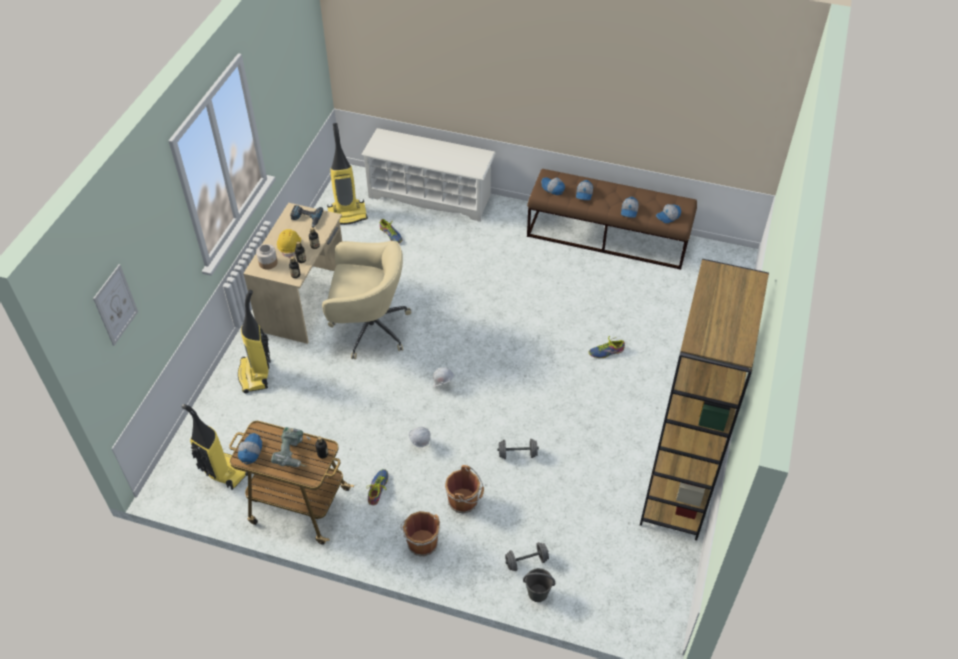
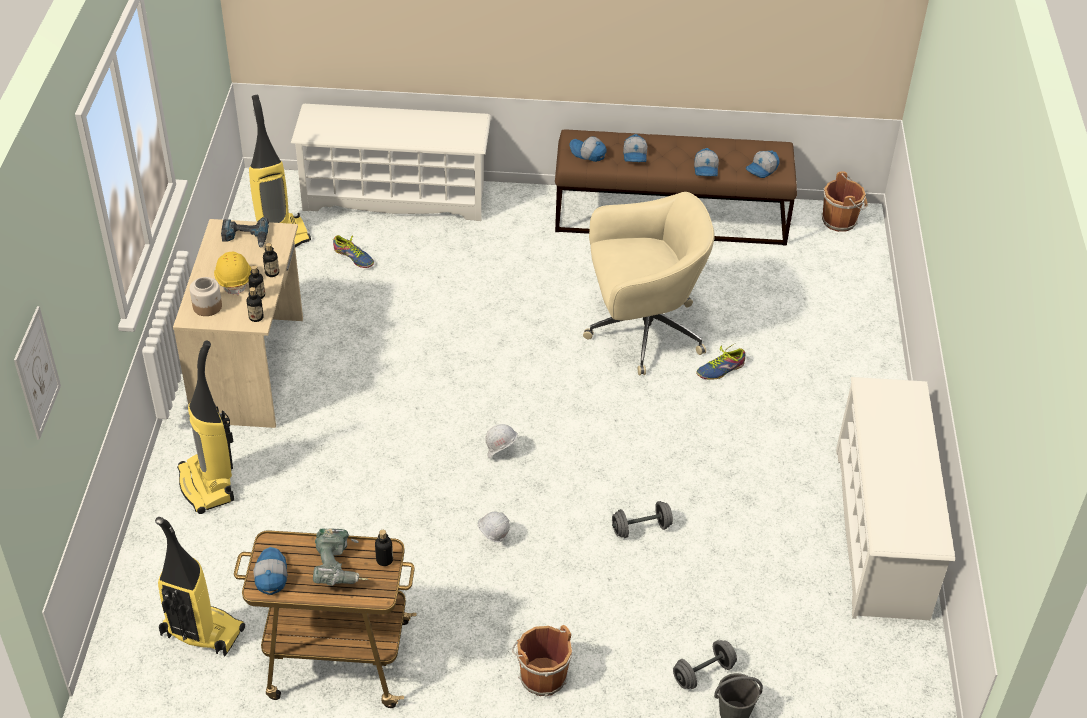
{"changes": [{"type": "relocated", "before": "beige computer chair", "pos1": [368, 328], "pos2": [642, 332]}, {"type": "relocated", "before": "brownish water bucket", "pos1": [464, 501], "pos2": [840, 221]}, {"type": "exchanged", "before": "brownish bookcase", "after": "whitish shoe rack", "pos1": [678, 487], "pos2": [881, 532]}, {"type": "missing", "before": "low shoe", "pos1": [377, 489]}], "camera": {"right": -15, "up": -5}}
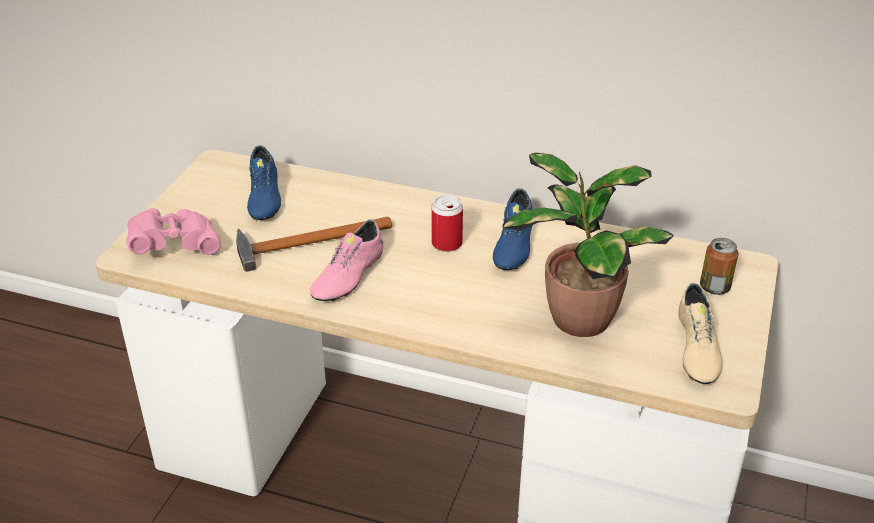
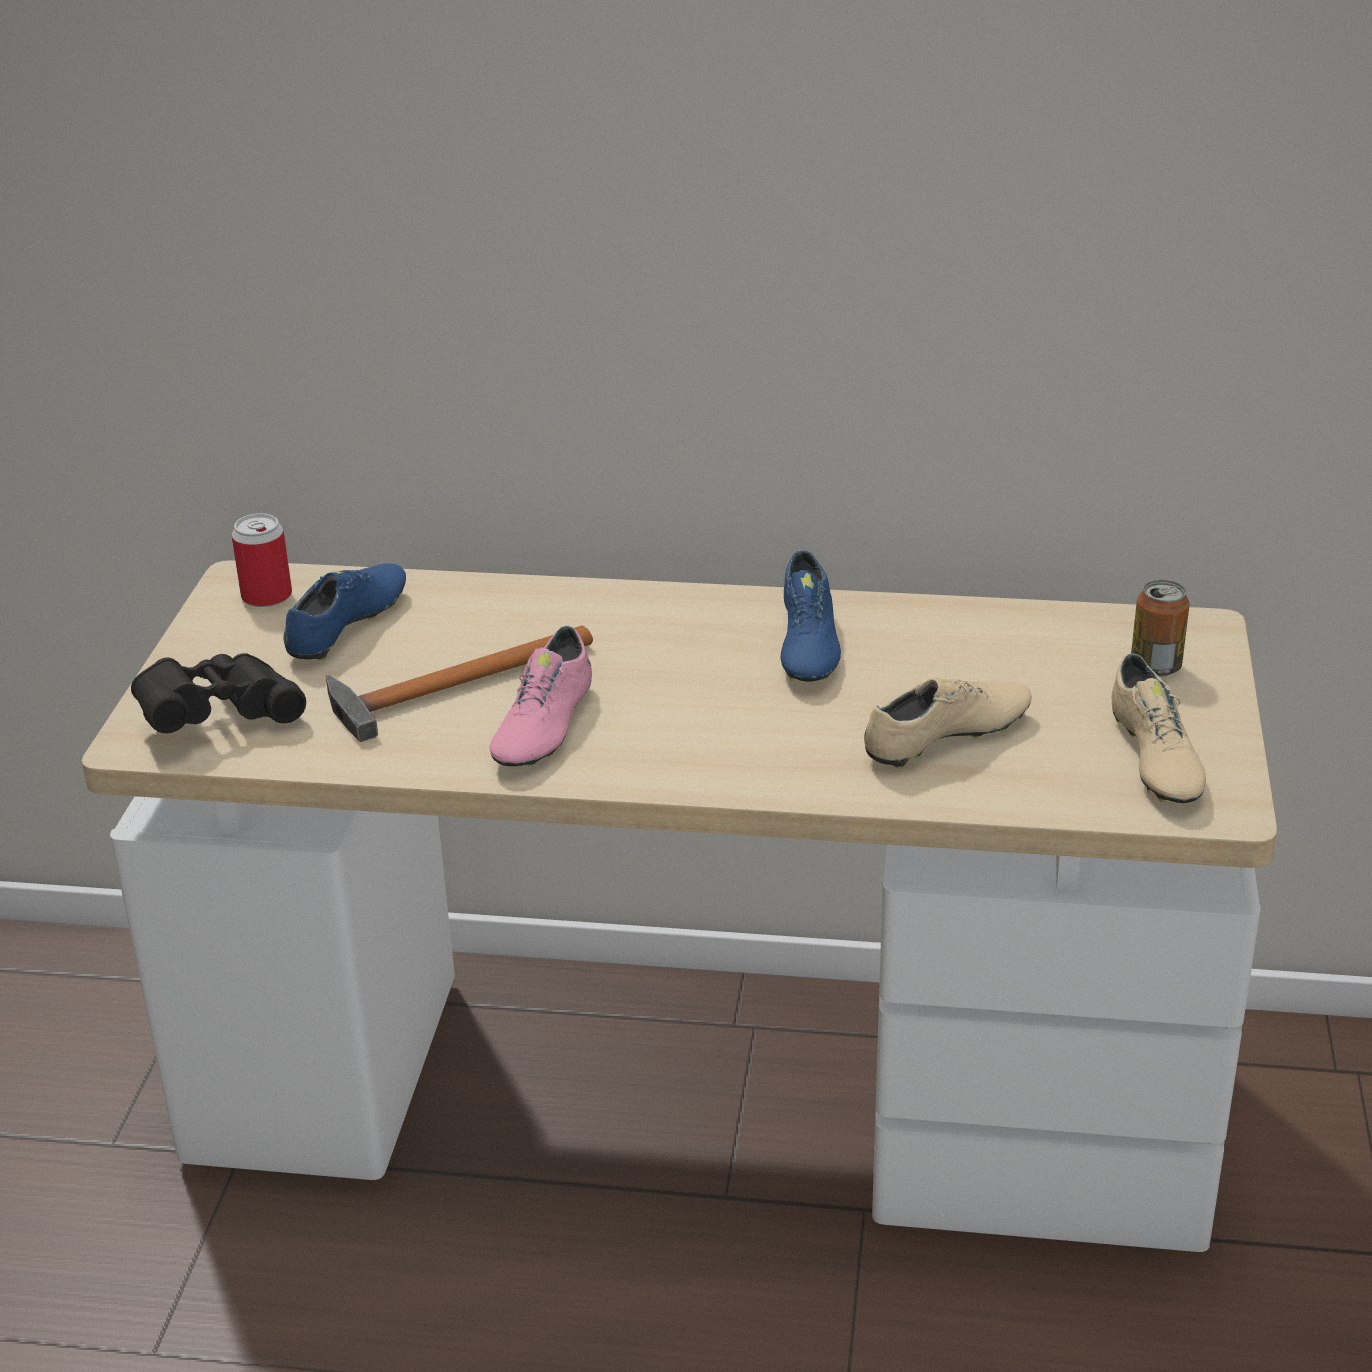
{"changes": [{"type": "colour", "before": "pink-coloured pair of binoculars", "after": "black pair of binoculars", "pos1": [175, 245], "pos2": [217, 718]}, {"type": "relocated", "before": "metal can", "pos1": [446, 243], "pos2": [267, 596]}, {"type": "spun", "before": "blue-coloured low shoe", "pos1": [263, 198], "pos2": [348, 626], "turn": -135}, {"type": "exchanged", "before": "houseplant", "after": "beige low shoe", "pos1": [576, 318], "pos2": [947, 739]}], "camera": {"right": -10, "up": -5}}
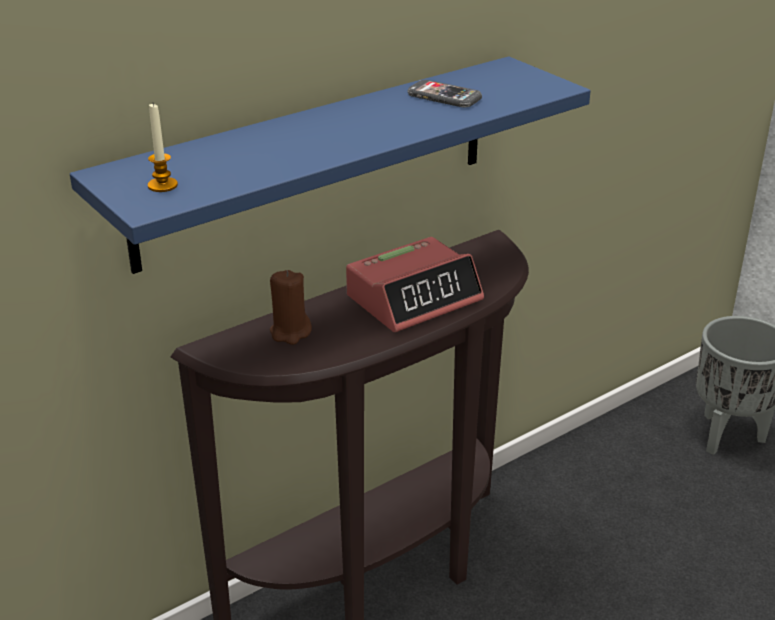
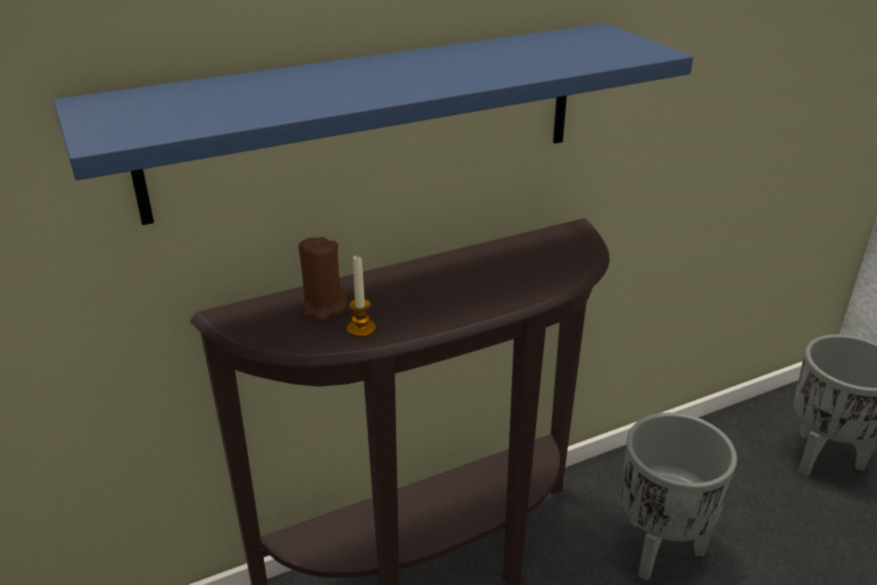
{"changes": [{"type": "relocated", "before": "candle", "pos1": [162, 185], "pos2": [361, 329]}, {"type": "appeared", "after": "greyish planter", "pos2": [659, 548]}, {"type": "missing", "before": "table clock", "pos1": [414, 298]}, {"type": "missing", "before": "phone", "pos1": [444, 96]}], "camera": {"right": 10, "up": 0}}
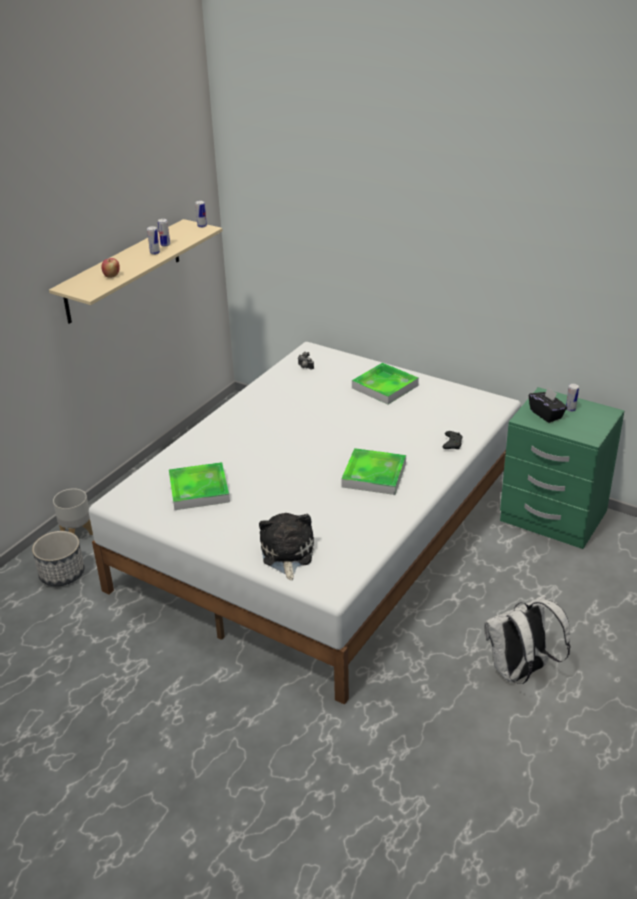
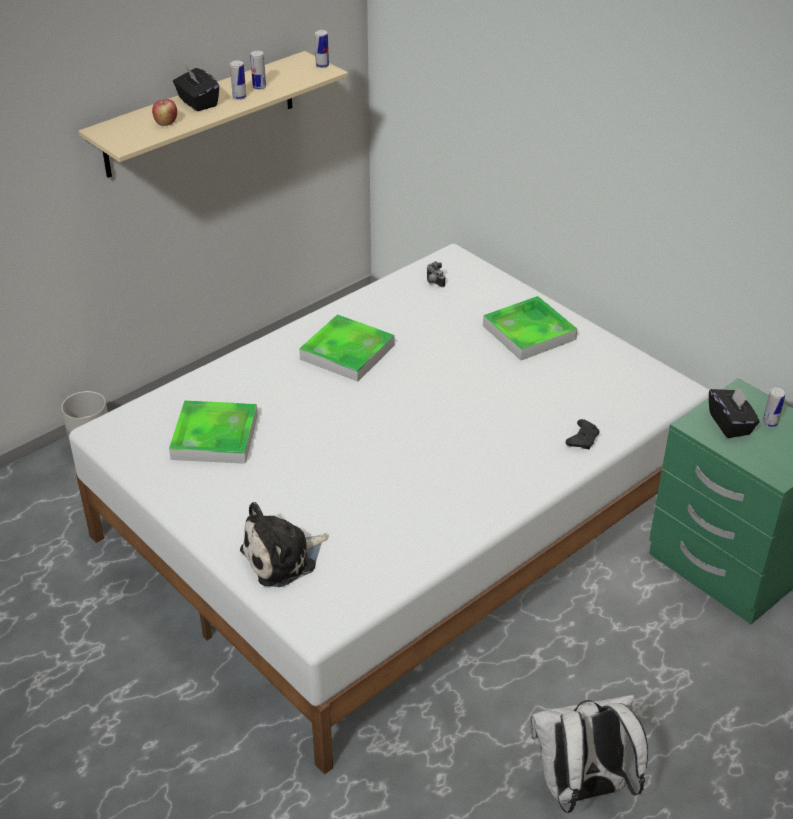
{"changes": [{"type": "appeared", "after": "black tissue box", "pos2": [197, 102]}, {"type": "spun", "before": "plush toy", "pos1": [286, 554], "pos2": [283, 558], "turn": -135}, {"type": "relocated", "before": "carrying tray", "pos1": [374, 475], "pos2": [347, 352]}, {"type": "missing", "before": "planter", "pos1": [62, 573]}], "camera": {"right": 15, "up": 5}}
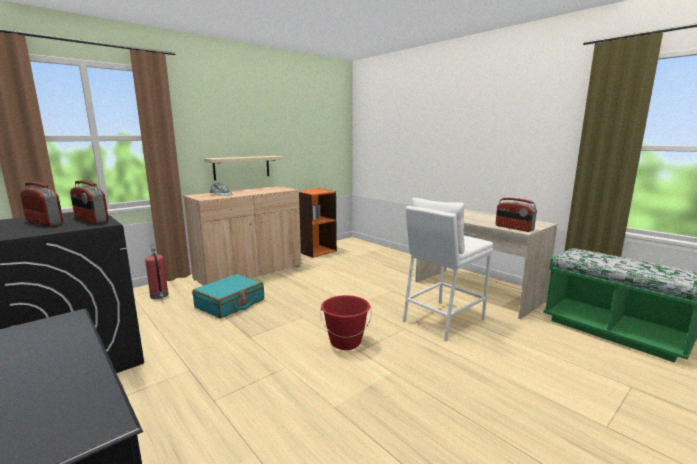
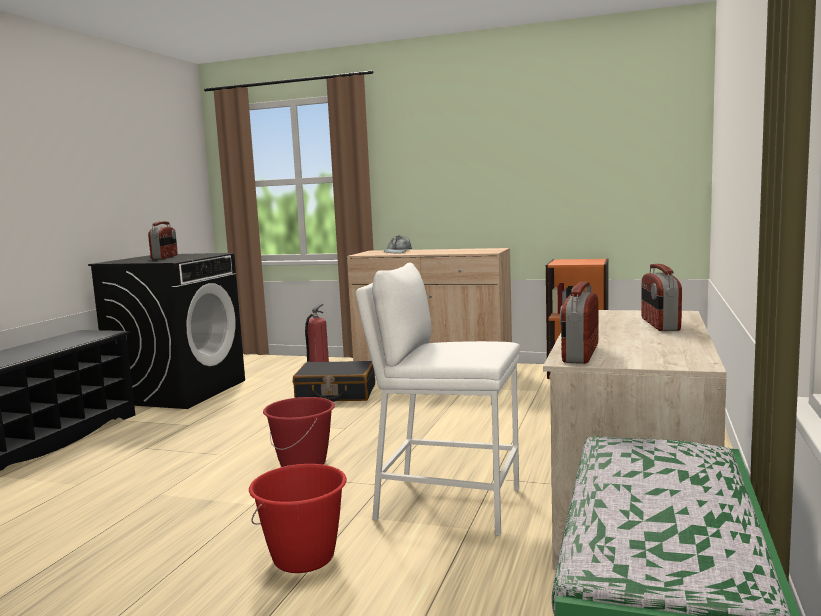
{"changes": [{"type": "appeared", "after": "red-coloured water bucket", "pos2": [304, 558]}, {"type": "colour", "before": "turquoise suitcase", "after": "black suitcase", "pos1": [230, 304], "pos2": [336, 393]}, {"type": "relocated", "before": "radio", "pos1": [91, 220], "pos2": [659, 324]}, {"type": "missing", "before": "beige shelf", "pos1": [242, 167]}], "camera": {"right": 60, "up": -5}}
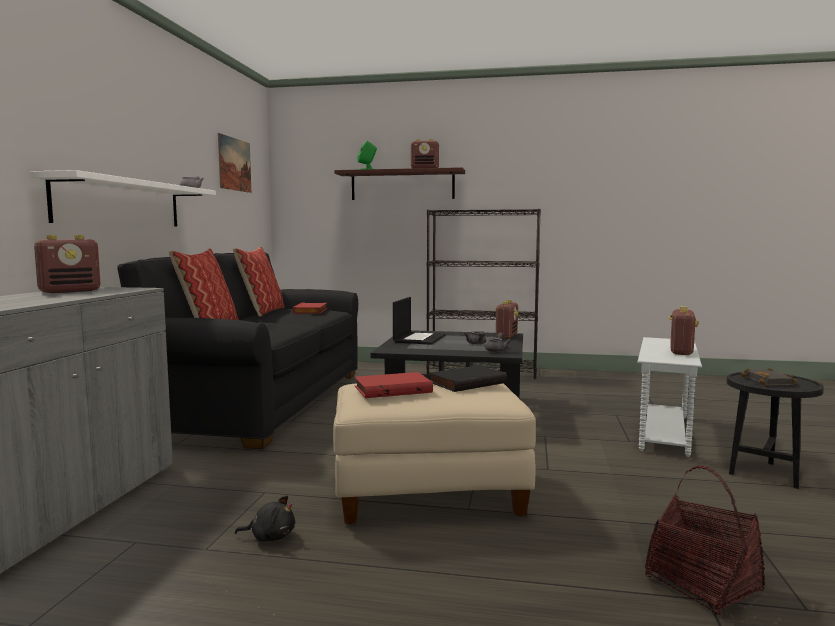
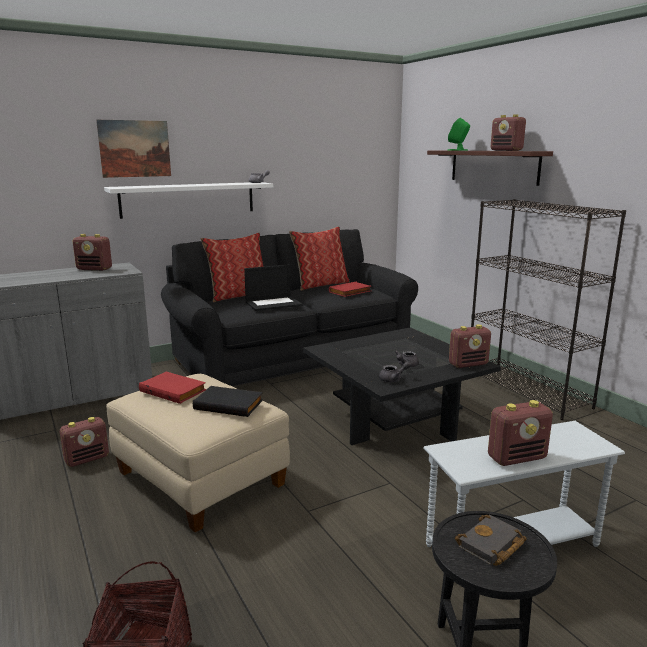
{"changes": [{"type": "exchanged", "before": "black plush toy", "after": "radio", "pos1": [270, 537], "pos2": [87, 459]}, {"type": "relocated", "before": "picture", "pos1": [234, 164], "pos2": [135, 148]}, {"type": "relocated", "before": "notebook computer", "pos1": [419, 338], "pos2": [273, 303]}], "camera": {"right": 50, "up": 10}}
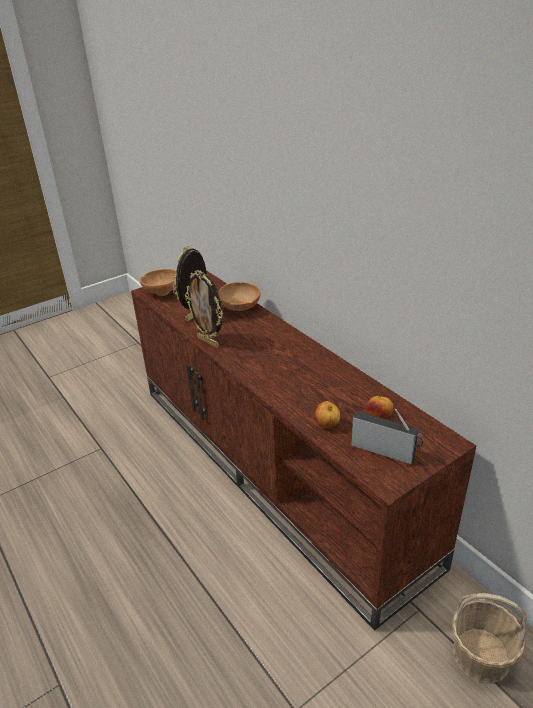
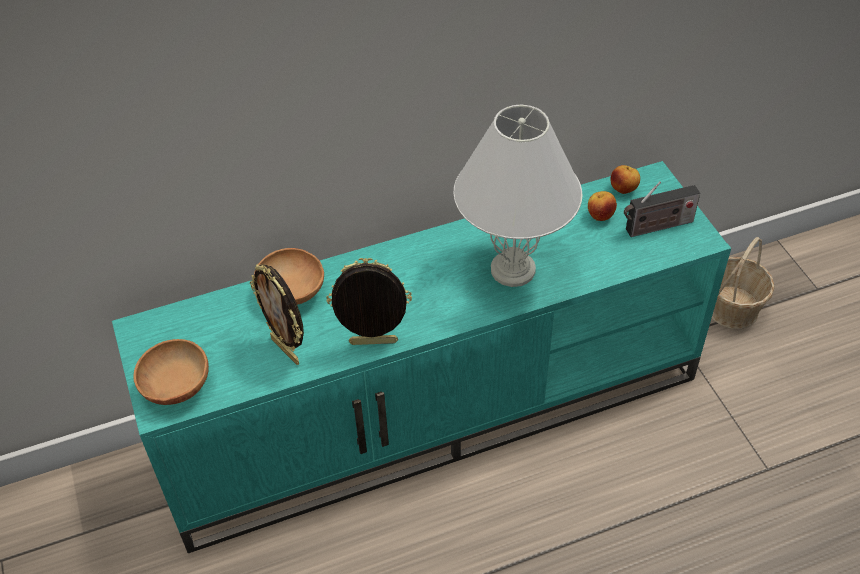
{"changes": [{"type": "colour", "before": "brownish tv unit", "after": "turquoise tv unit", "pos1": [276, 467], "pos2": [434, 409]}, {"type": "spun", "before": "standing frame", "pos1": [209, 342], "pos2": [373, 344], "turn": -150}, {"type": "appeared", "after": "whitish lamp for a table", "pos2": [511, 270]}, {"type": "relocated", "before": "apple fruit", "pos1": [327, 425], "pos2": [624, 189]}, {"type": "spun", "before": "radio", "pos1": [386, 451], "pos2": [656, 227], "turn": -150}], "camera": {"right": -75, "up": 15}}
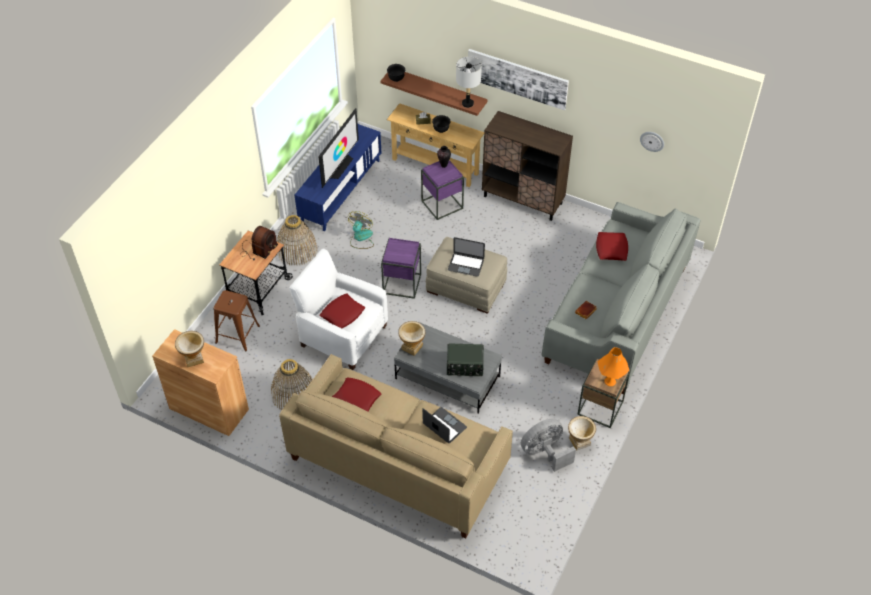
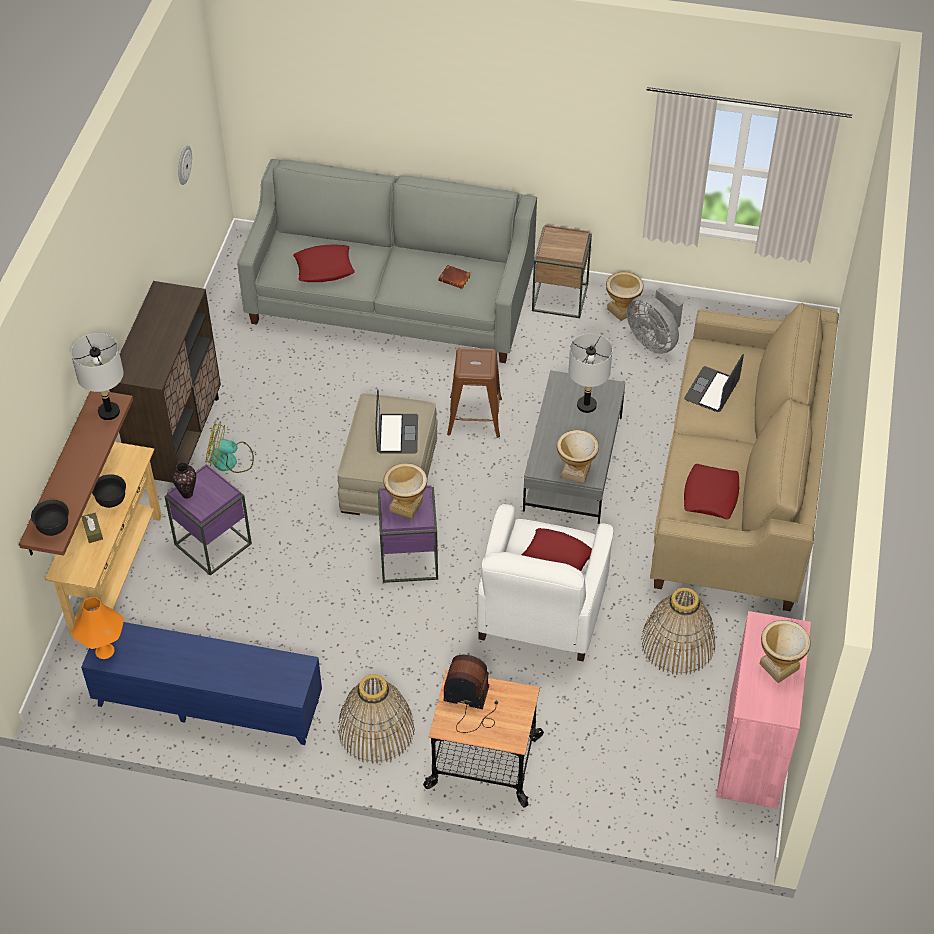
{"changes": [{"type": "relocated", "before": "orange lamp for a table", "pos1": [610, 381], "pos2": [104, 651]}, {"type": "relocated", "before": "electric fan", "pos1": [361, 238], "pos2": [230, 461]}, {"type": "appeared", "after": "vase", "pos2": [406, 506]}, {"type": "relocated", "before": "brownish stool", "pos1": [237, 334], "pos2": [475, 416]}, {"type": "exchanged", "before": "radio", "after": "greyish lamp for a table", "pos1": [465, 366], "pos2": [586, 405]}, {"type": "colour", "before": "brownish cabinet", "after": "pink-coloured cabinet", "pos1": [209, 409], "pos2": [753, 750]}, {"type": "missing", "before": "television", "pos1": [339, 166]}, {"type": "missing", "before": "picture", "pos1": [517, 78]}], "camera": {"right": -105, "up": 0}}
